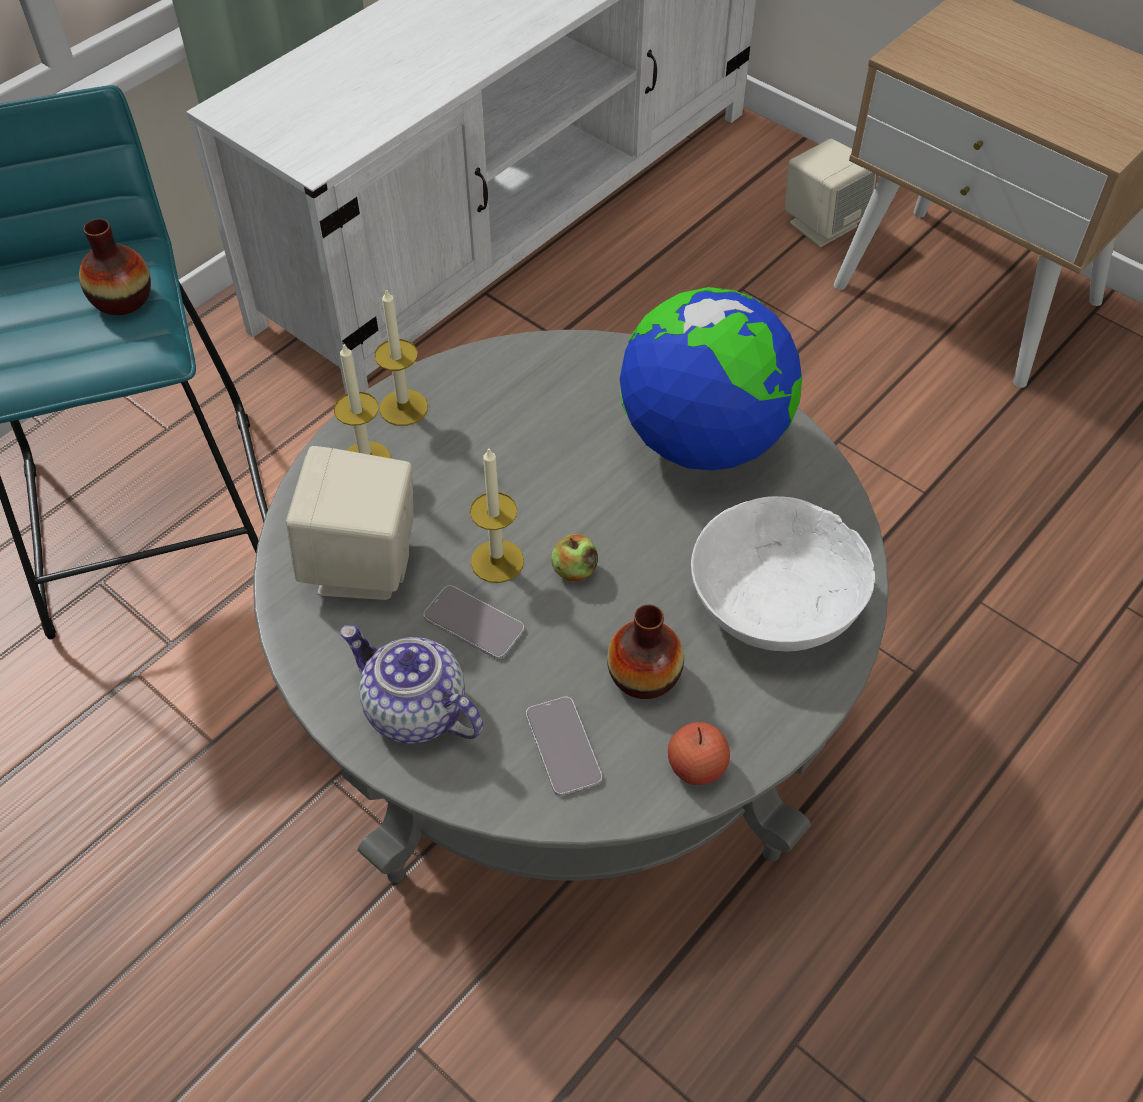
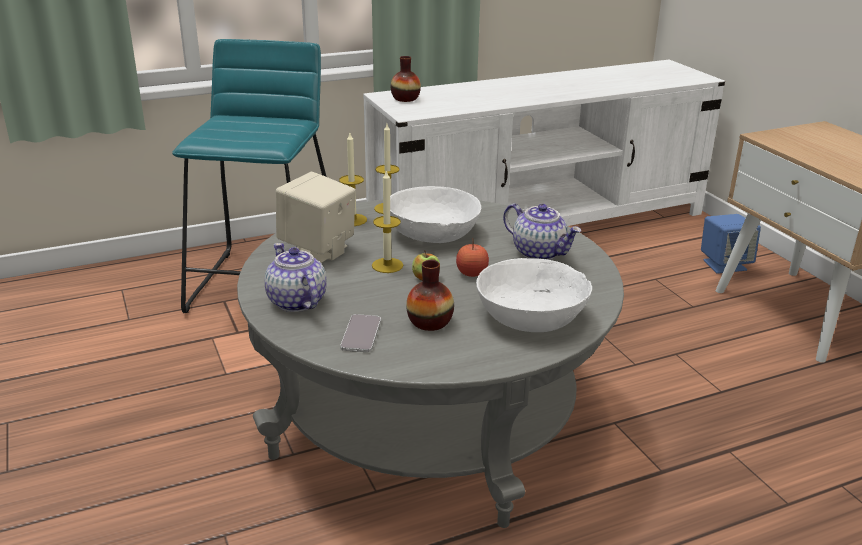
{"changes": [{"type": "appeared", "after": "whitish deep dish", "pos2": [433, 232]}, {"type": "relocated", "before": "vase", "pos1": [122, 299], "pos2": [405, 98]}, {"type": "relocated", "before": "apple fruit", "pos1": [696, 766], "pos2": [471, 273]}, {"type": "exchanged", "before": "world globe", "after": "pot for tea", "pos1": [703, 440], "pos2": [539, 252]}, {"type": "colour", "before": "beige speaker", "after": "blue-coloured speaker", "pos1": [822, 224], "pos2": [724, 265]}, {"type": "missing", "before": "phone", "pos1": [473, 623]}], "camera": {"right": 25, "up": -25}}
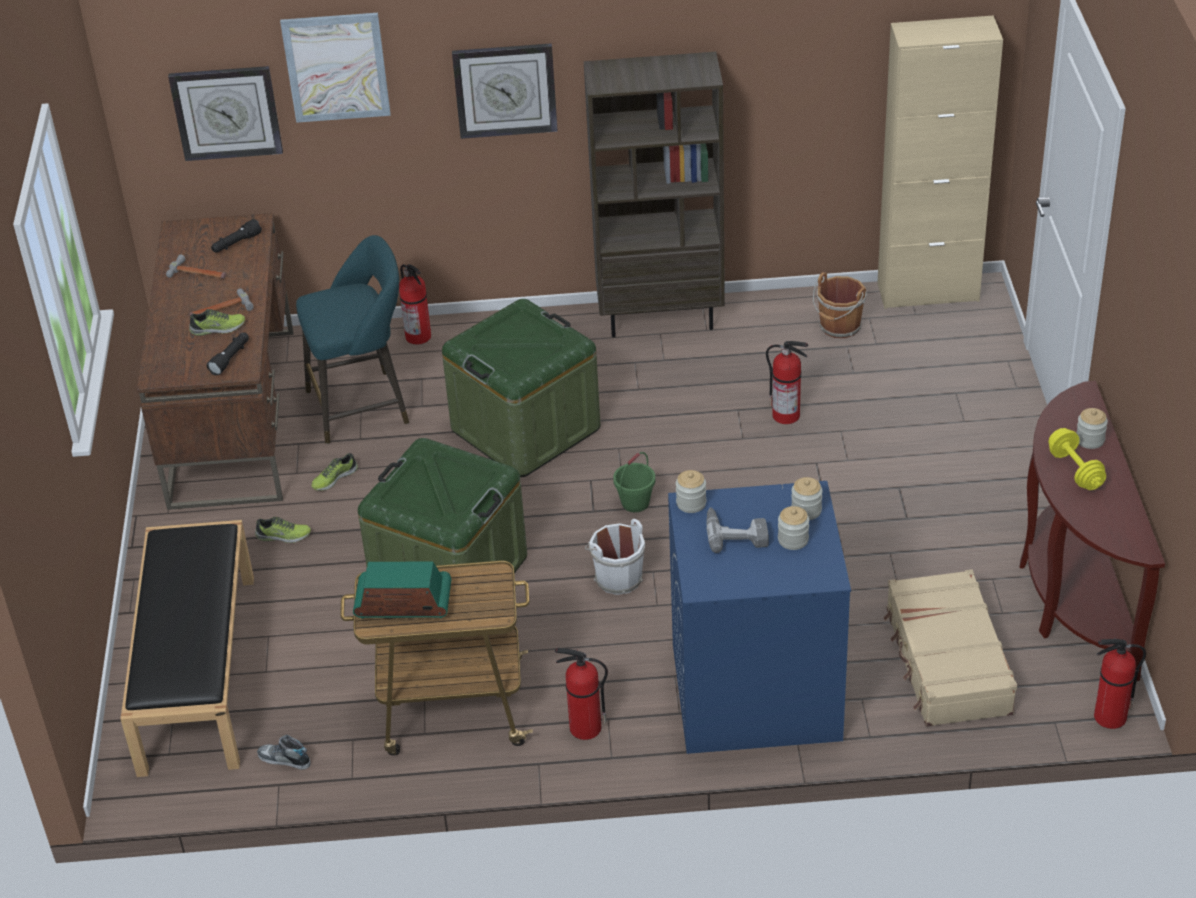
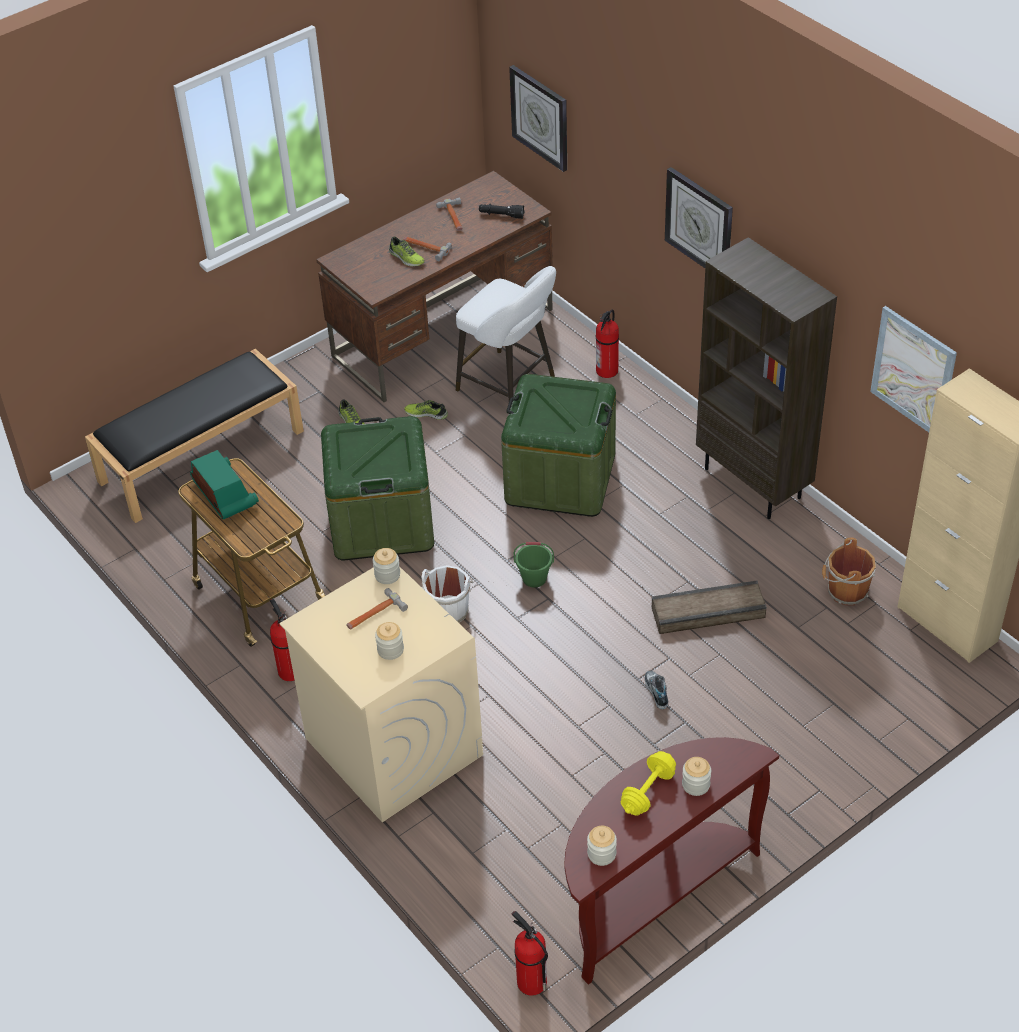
{"changes": [{"type": "colour", "before": "blue-coloured laundry machine", "after": "beige laundry machine", "pos1": [754, 692], "pos2": [393, 746]}, {"type": "exchanged", "before": "power drill", "after": "hand hammer", "pos1": [736, 533], "pos2": [374, 615]}, {"type": "colour", "before": "turquoise stool", "after": "whitish stool", "pos1": [364, 406], "pos2": [510, 386]}, {"type": "relocated", "before": "storage jar", "pos1": [806, 510], "pos2": [601, 854]}, {"type": "relocated", "before": "low shoe", "pos1": [284, 760], "pos2": [656, 692]}, {"type": "exchanged", "before": "fire-fighting cylinder", "after": "packing crate", "pos1": [787, 415], "pos2": [709, 613]}, {"type": "relocated", "before": "picture", "pos1": [336, 67], "pos2": [913, 372]}, {"type": "missing", "before": "black flashlight", "pos1": [231, 358]}, {"type": "missing", "before": "beige suitcase", "pos1": [946, 662]}], "camera": {"right": 55, "up": 5}}
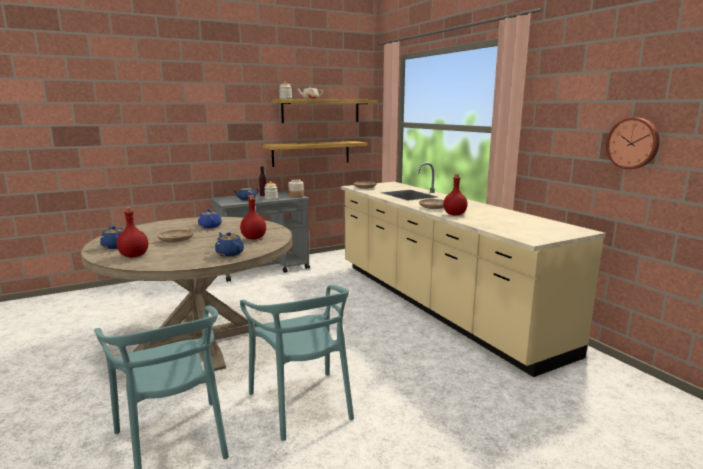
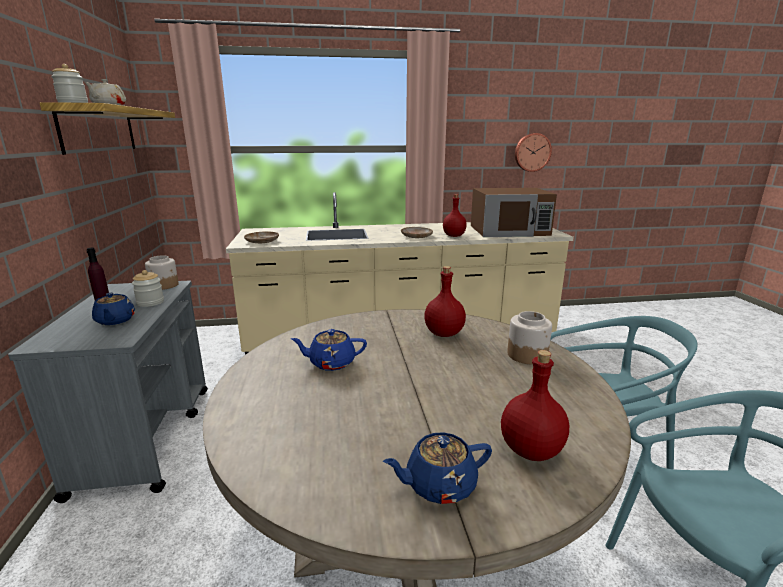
{"changes": [{"type": "appeared", "after": "brownish kitchen microwave", "pos2": [509, 230]}, {"type": "exchanged", "before": "blue-coloured pot for tea", "after": "storage jar", "pos1": [229, 253], "pos2": [527, 355]}, {"type": "missing", "before": "beige dinner plate", "pos1": [176, 240]}, {"type": "missing", "before": "shelf", "pos1": [311, 153]}], "camera": {"right": -70, "up": 5}}
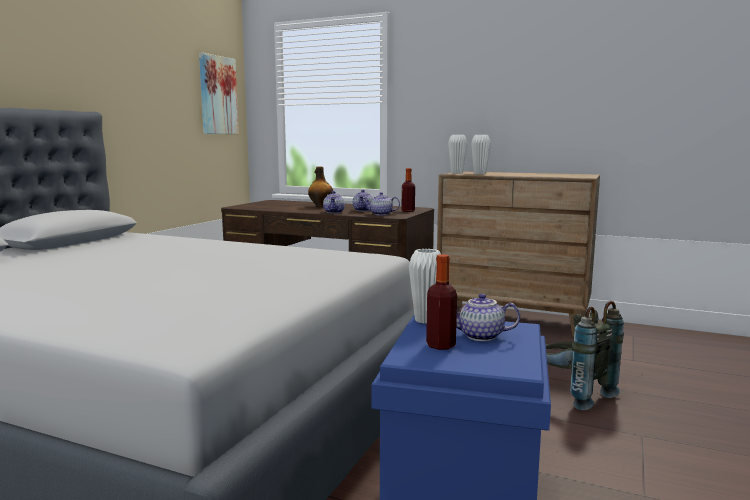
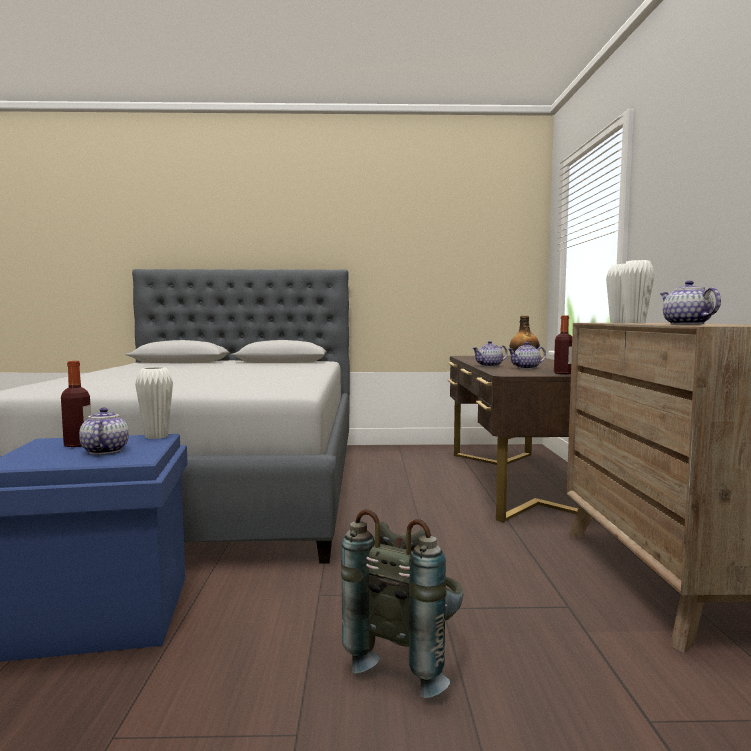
{"changes": [{"type": "relocated", "before": "pot for tea", "pos1": [381, 214], "pos2": [685, 324]}, {"type": "missing", "before": "picture", "pos1": [217, 95]}], "camera": {"right": 65, "up": -5}}
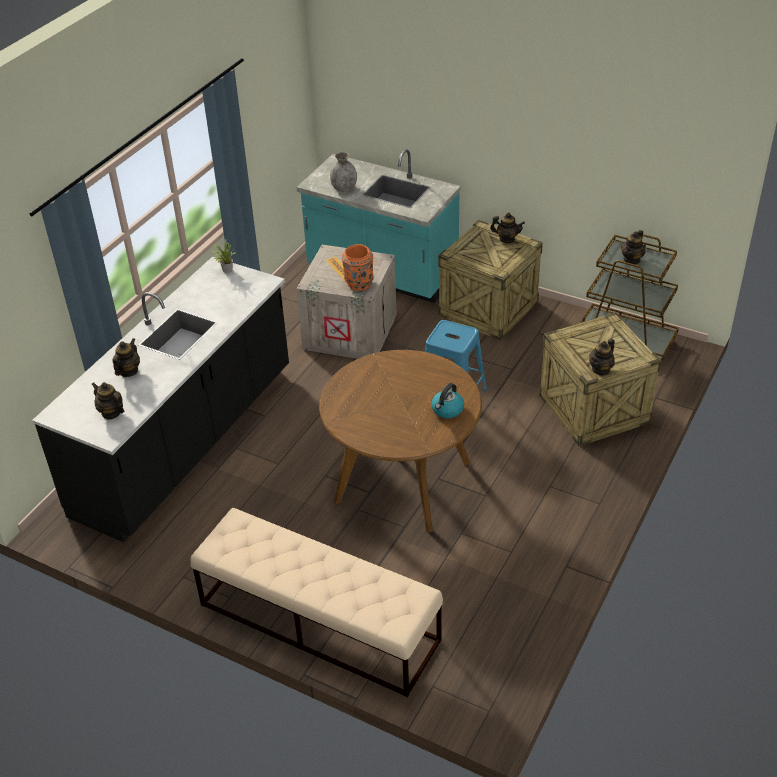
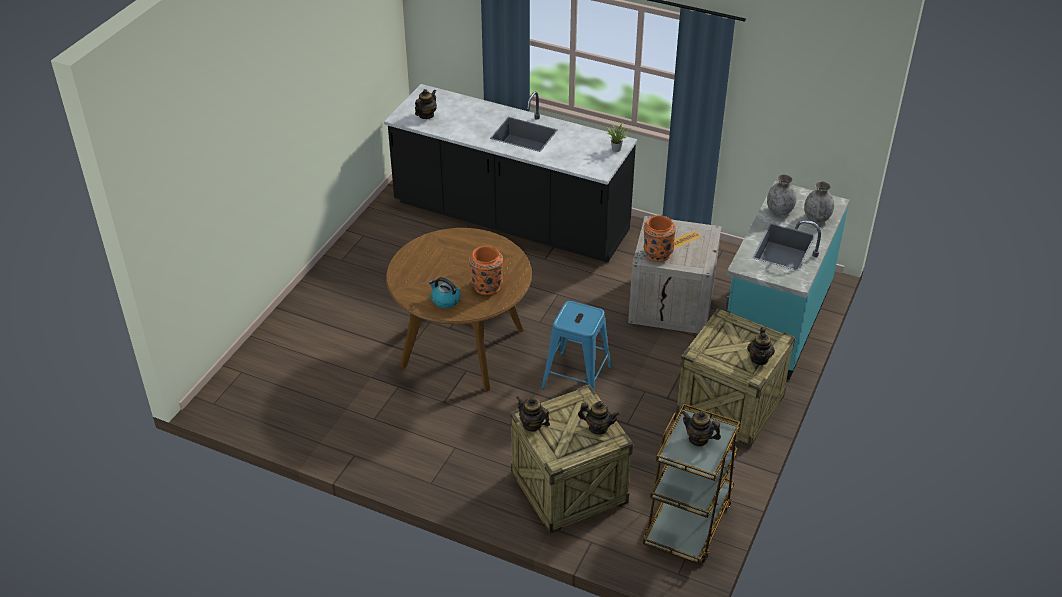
{"changes": [{"type": "appeared", "after": "orange vase", "pos2": [486, 286]}, {"type": "relocated", "before": "pot for tea", "pos1": [128, 371], "pos2": [598, 428]}, {"type": "appeared", "after": "greyish vase", "pos2": [816, 218]}, {"type": "missing", "before": "beige bench", "pos1": [318, 622]}], "camera": {"right": 85, "up": 0}}
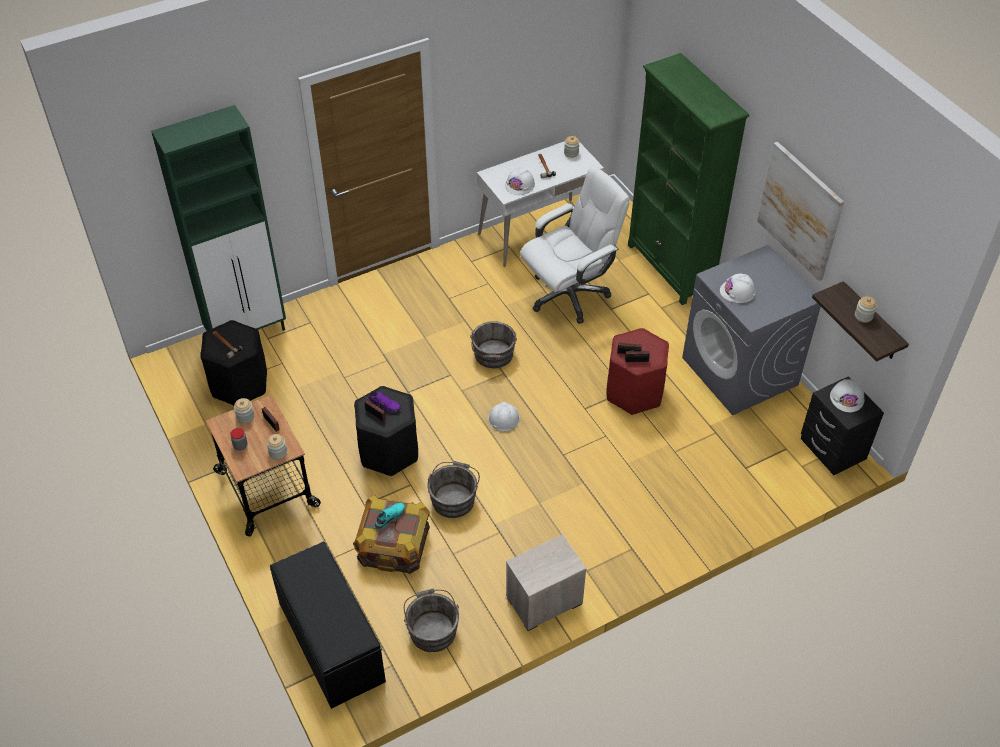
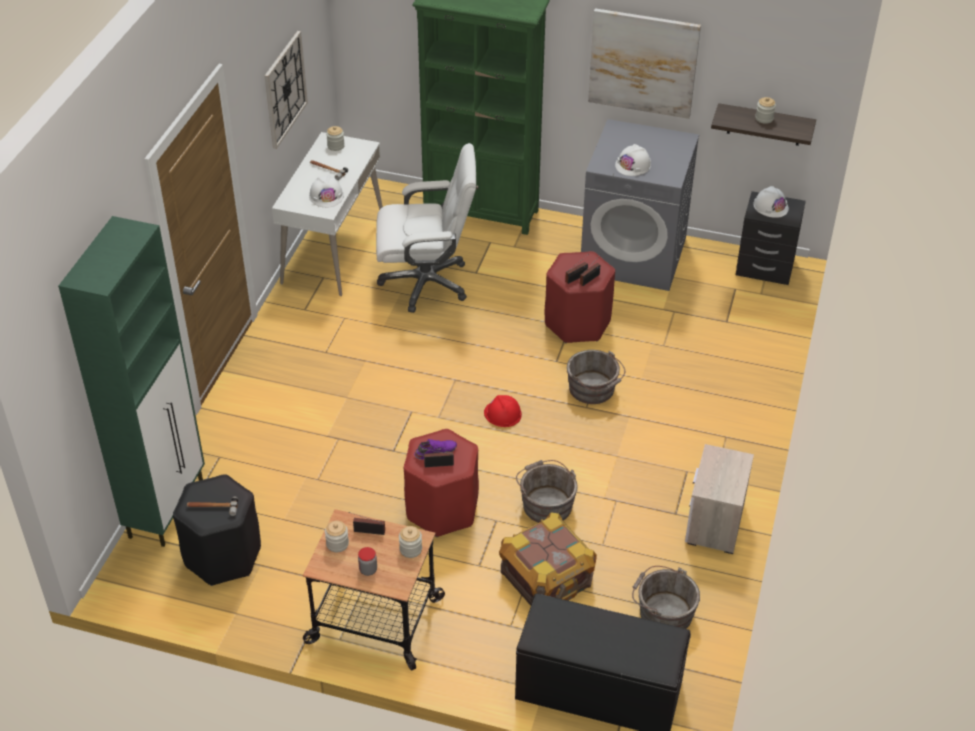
{"changes": [{"type": "appeared", "after": "wall clock", "pos2": [285, 89]}, {"type": "spun", "before": "whitish computer chair", "pos1": [569, 294], "pos2": [426, 283], "turn": 75}, {"type": "colour", "before": "black stool", "after": "red-coloured stool", "pos1": [388, 451], "pos2": [442, 509]}, {"type": "colour", "before": "whitish hard hat", "after": "red-coloured hard hat", "pos1": [503, 418], "pos2": [502, 414]}, {"type": "relocated", "before": "greyish water bucket", "pos1": [493, 356], "pos2": [593, 390]}, {"type": "missing", "before": "turquoise low shoe", "pos1": [389, 517]}], "camera": {"right": -45, "up": -5}}
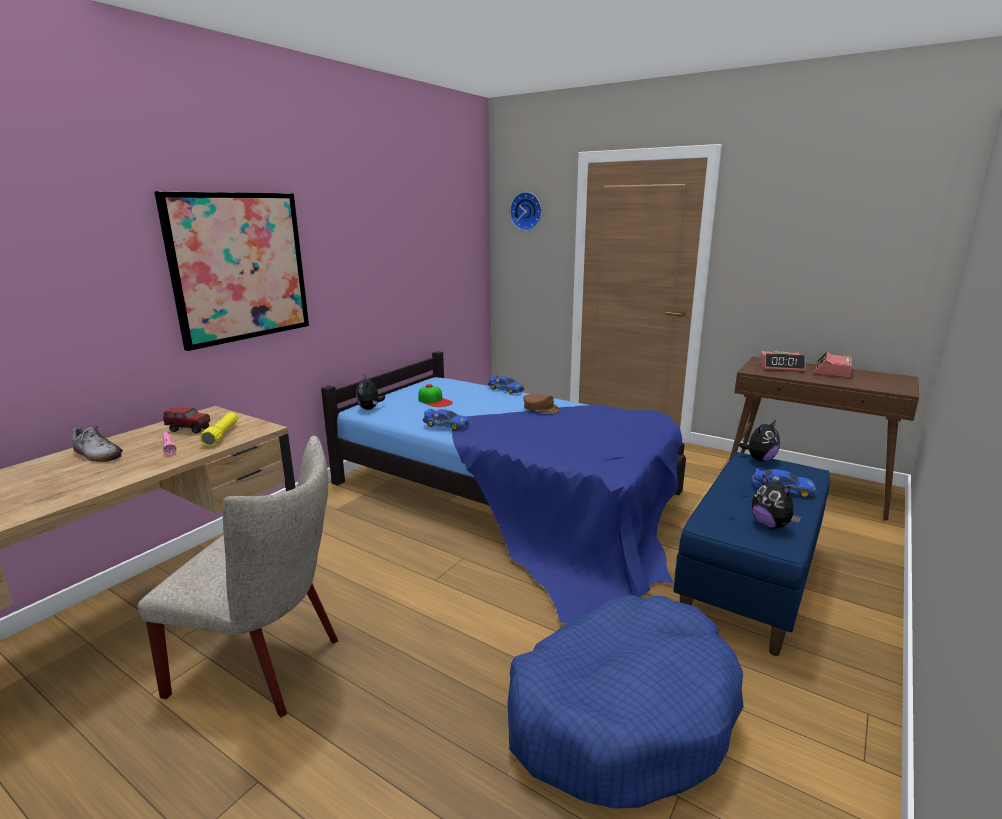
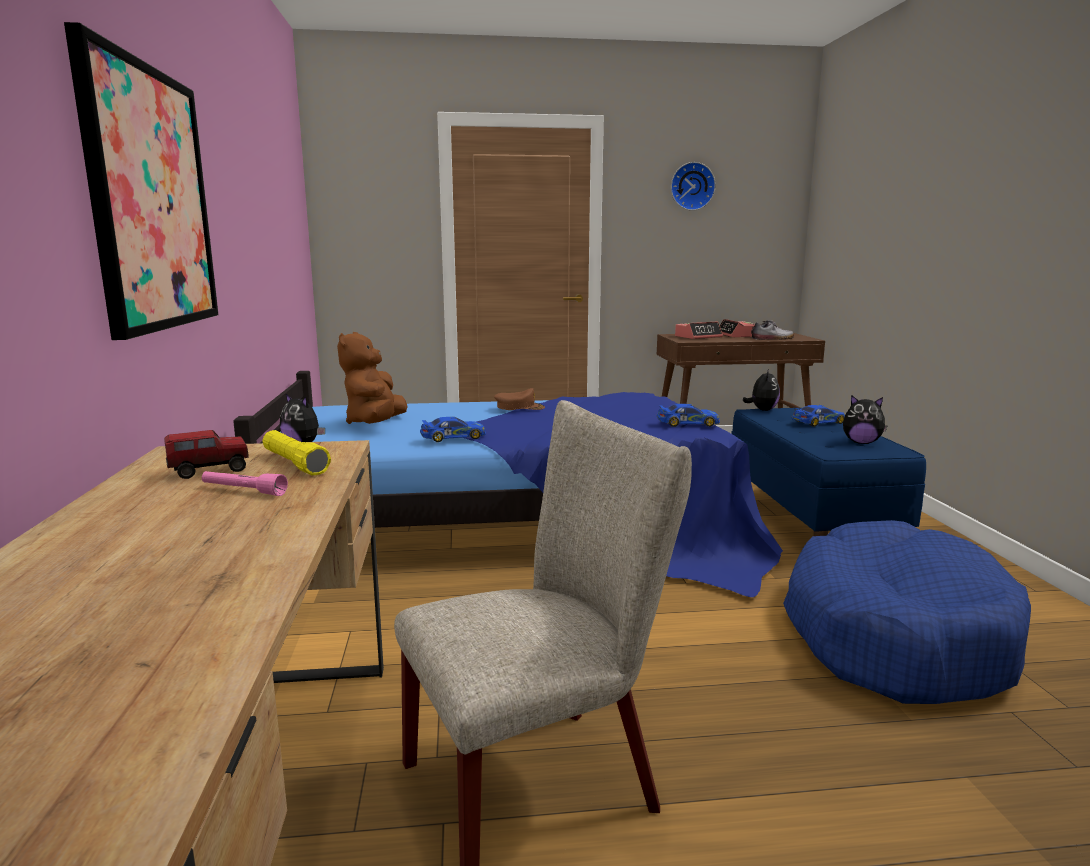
{"changes": [{"type": "exchanged", "before": "baseball cap", "after": "brownish plush toy", "pos1": [435, 401], "pos2": [375, 424]}, {"type": "relocated", "before": "model car", "pos1": [506, 389], "pos2": [688, 423]}, {"type": "relocated", "before": "wall clock", "pos1": [527, 211], "pos2": [691, 186]}, {"type": "relocated", "before": "low shoe", "pos1": [98, 454], "pos2": [772, 339]}], "camera": {"right": -40, "up": -5}}
